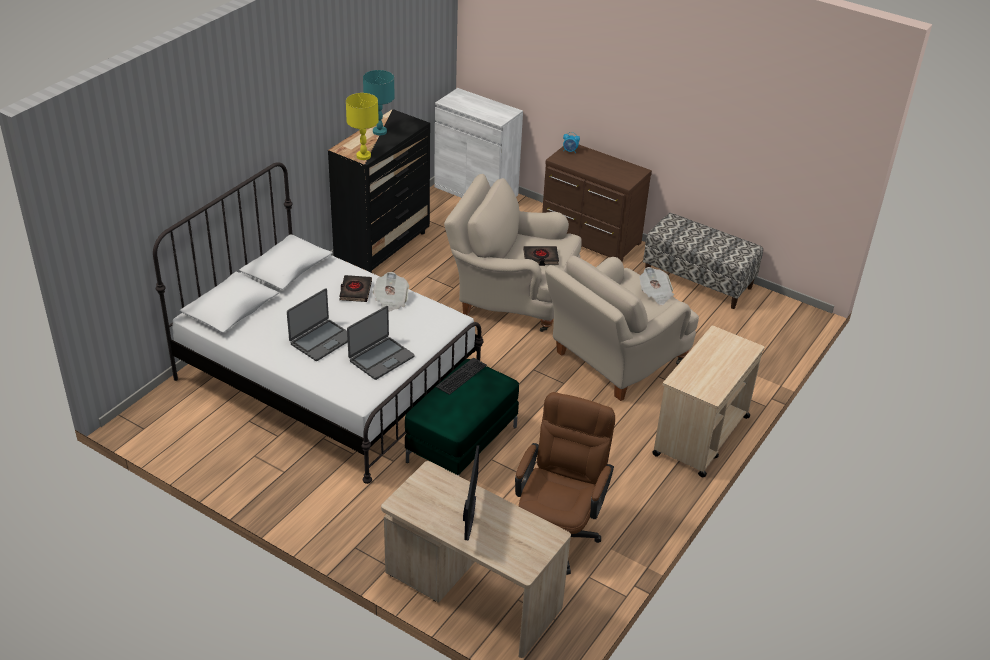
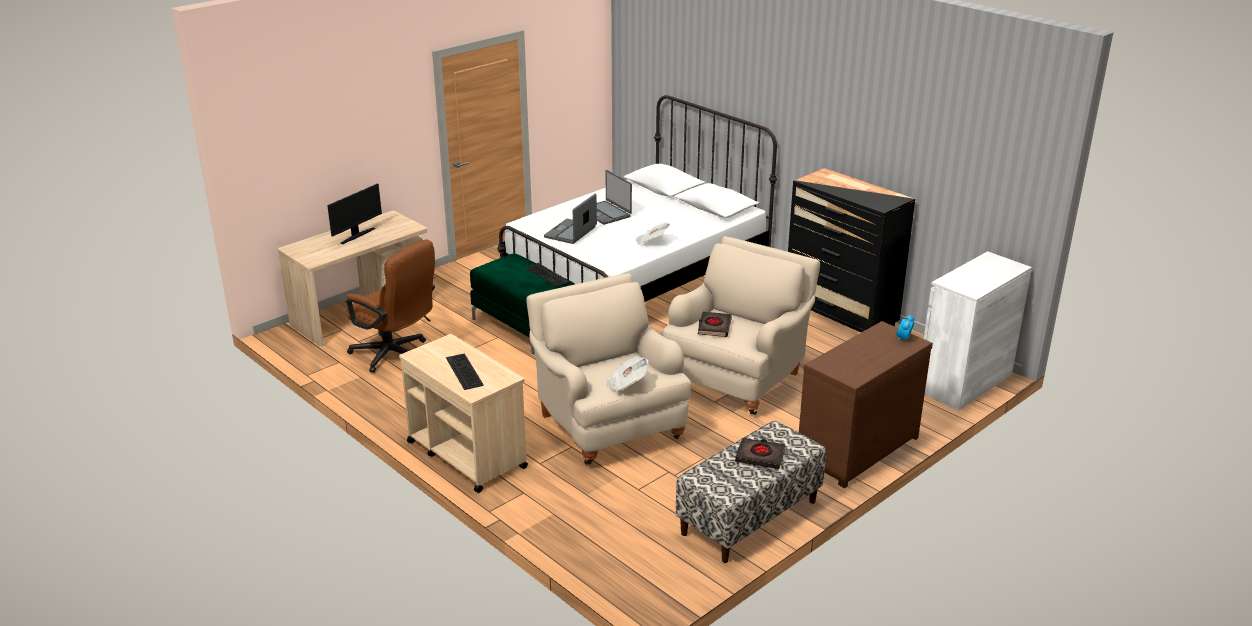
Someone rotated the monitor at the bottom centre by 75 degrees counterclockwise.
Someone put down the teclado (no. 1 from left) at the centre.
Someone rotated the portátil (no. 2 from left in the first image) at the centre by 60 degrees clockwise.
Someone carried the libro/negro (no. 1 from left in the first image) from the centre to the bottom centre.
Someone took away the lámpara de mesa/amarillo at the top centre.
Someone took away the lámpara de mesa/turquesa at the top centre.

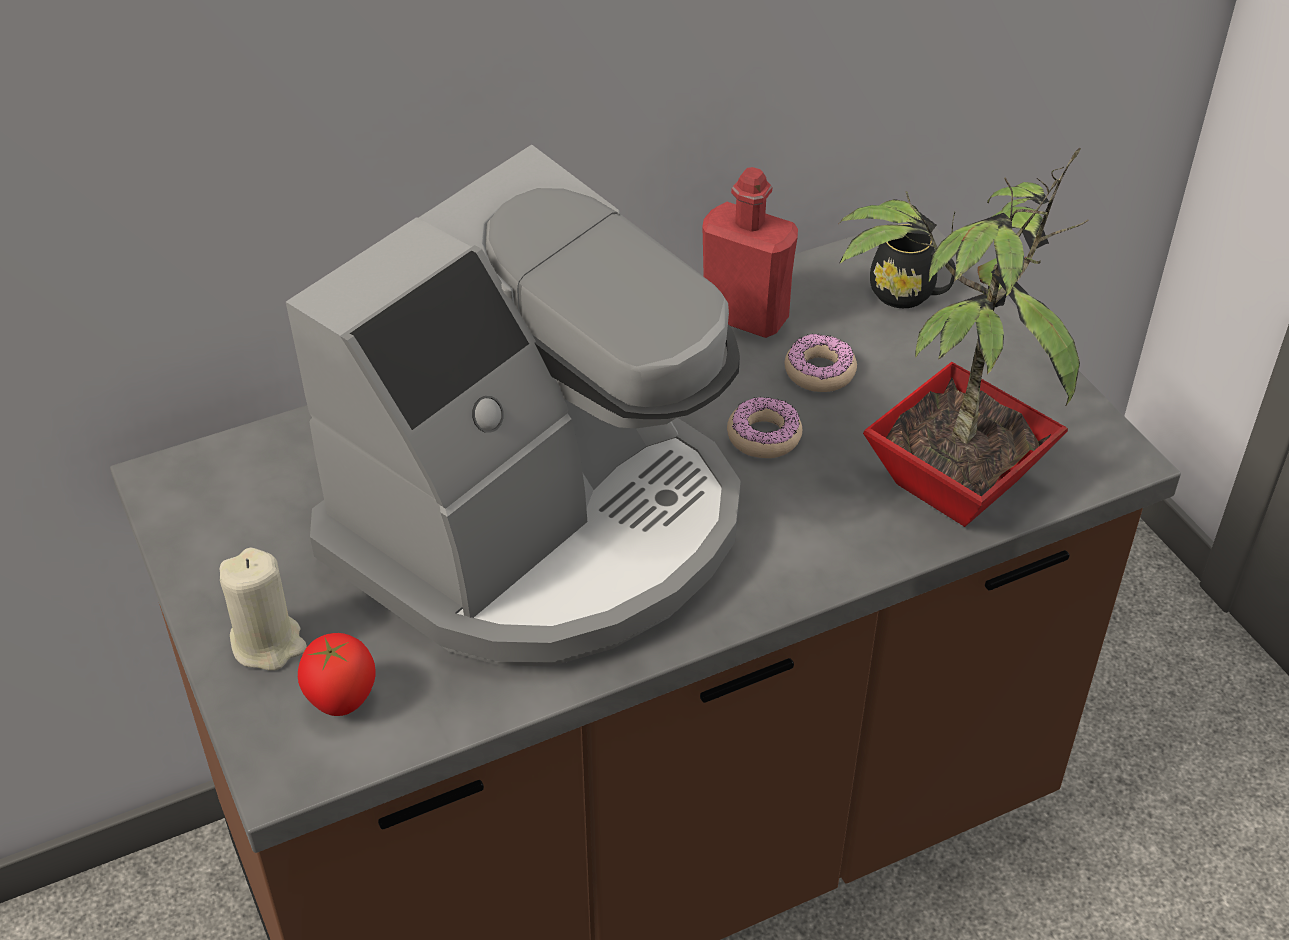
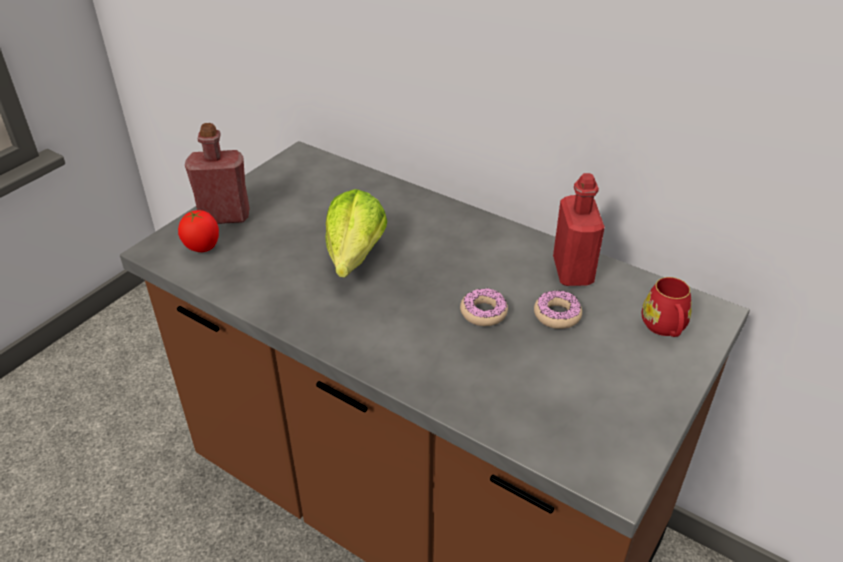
Someone swapped the vela/beis at the middle left for the botella/rojo (no. 1 from left) at the top left.
Someone swapped the cafetera at the centre for the lechuga at the centre.
Someone repainted the taza grande/negro at the top right, which became the taza grande/rojo at the middle right.
Someone took away the planta en maceta at the middle right.

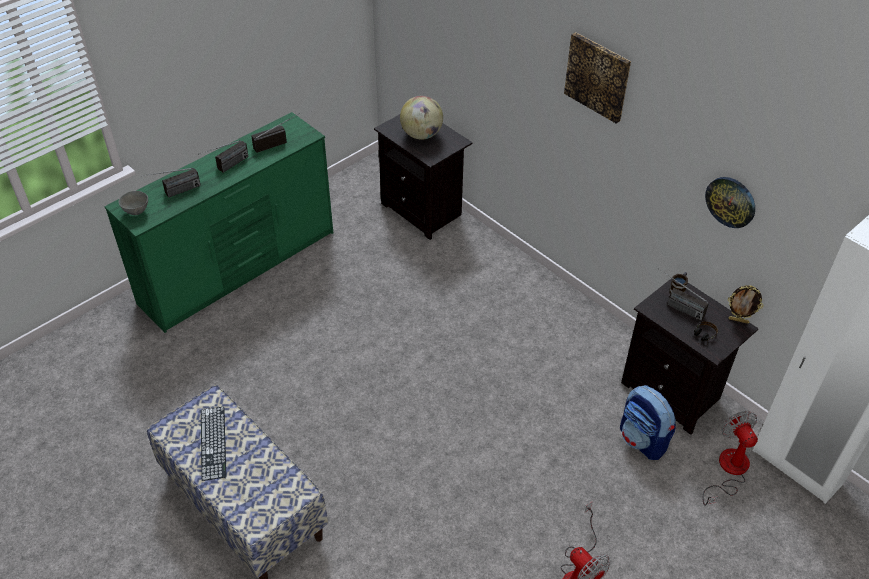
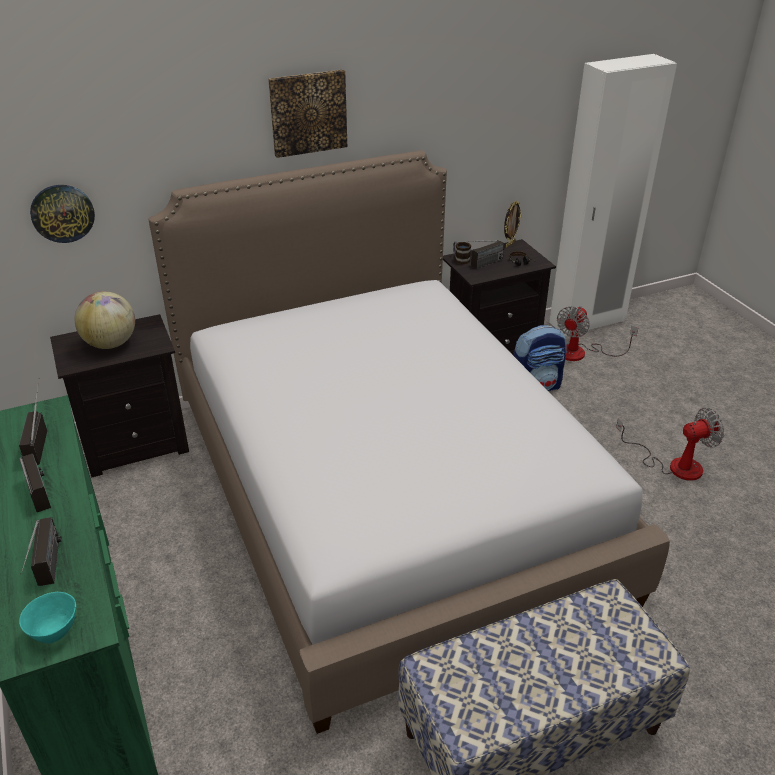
Someone repainted the cuenco/gris at the middle left, which became the cuenco/turquesa at the bottom left.
Someone carried the reloj de pared from the middle right to the top left.
Someone put down the cama at the centre.
Someone rotated the ventilador (no. 2 from left in the first image) at the bottom right by 60 degrees counterclockwise.
Someone took away the teclado at the bottom left.

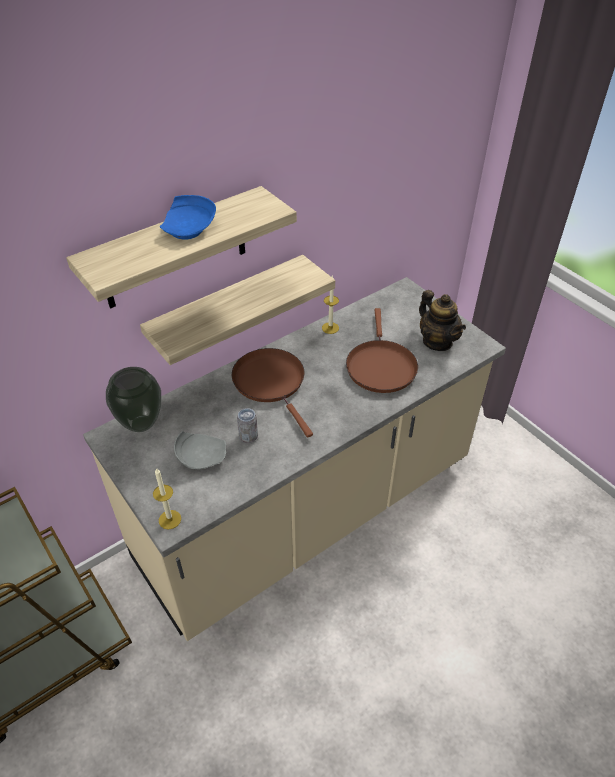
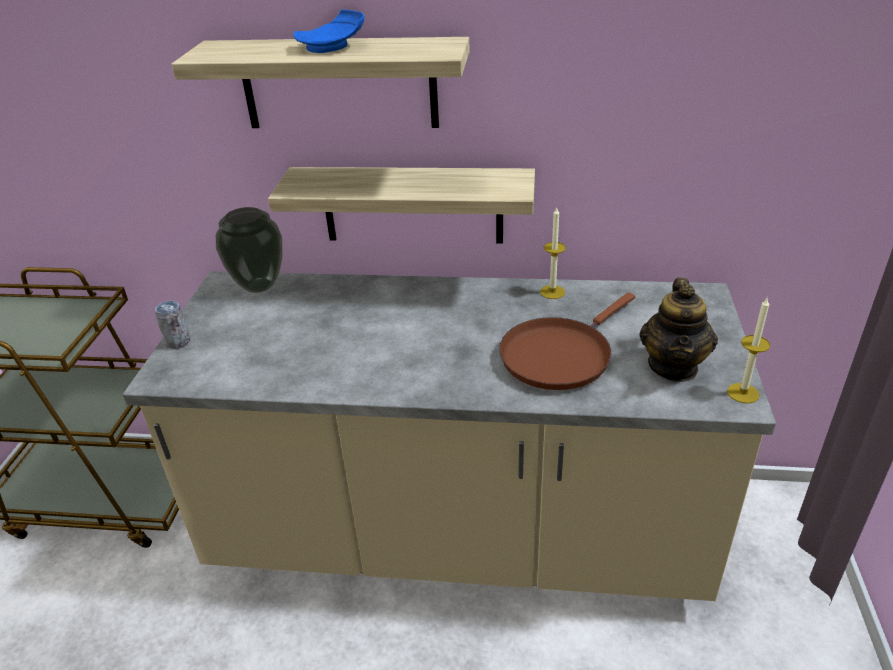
Someone carried the lata from the centre to the middle left.
Someone carried the vela (no. 1 from left in the first image) from the middle left to the middle right.
Someone took away the plato/gris at the middle left.
Someone took away the sartén/marrón (no. 1 from left) at the centre.

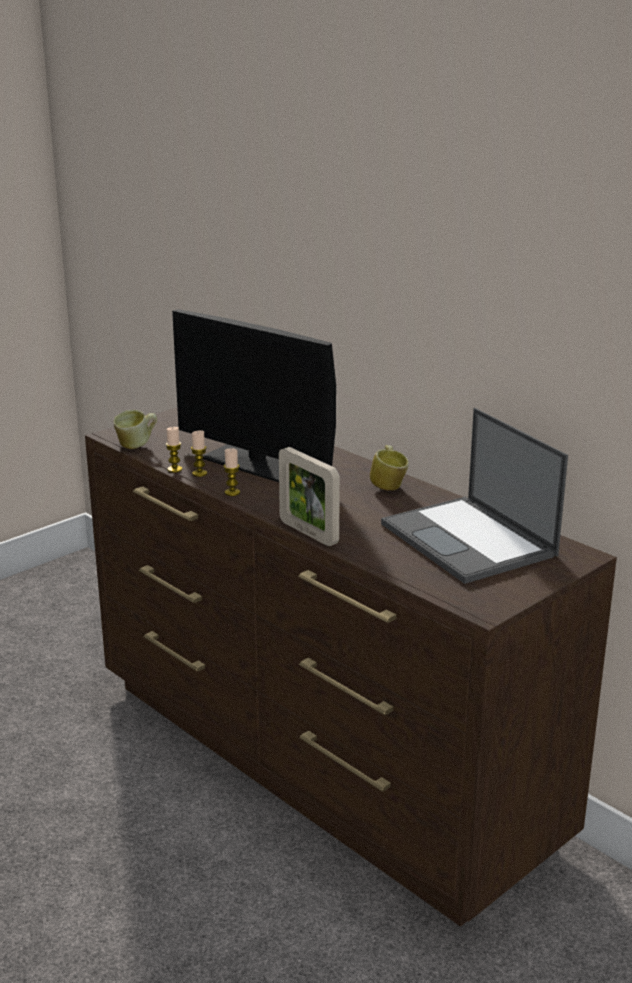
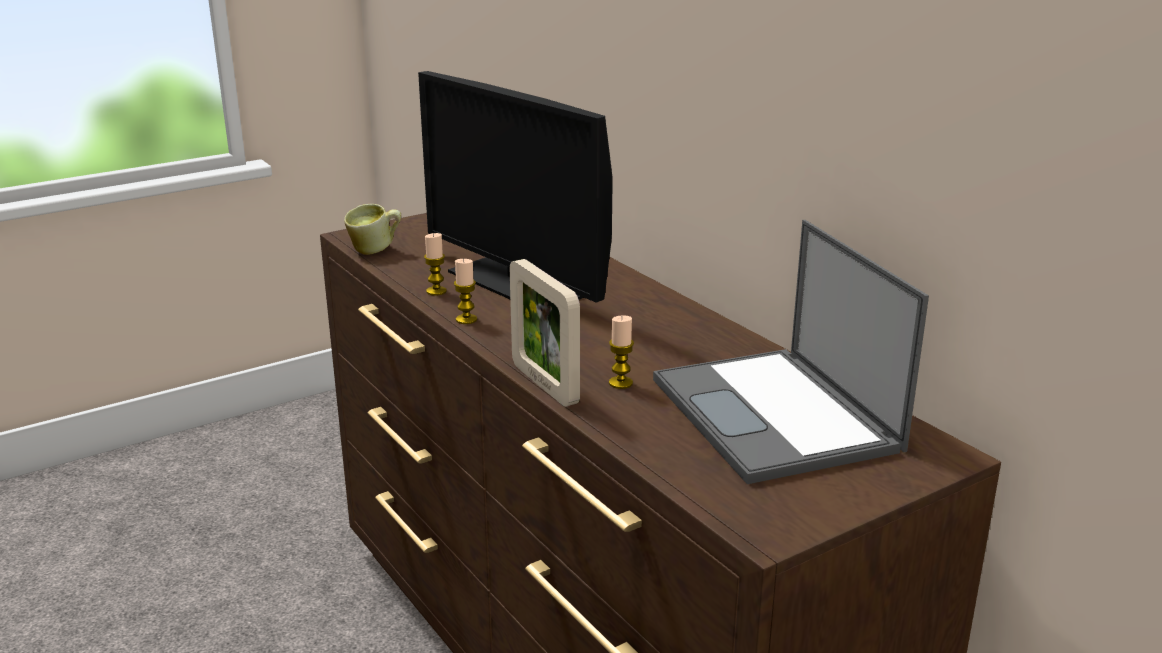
Someone carried the vela (no. 1 from left in the first image) from the middle left to the centre.
Someone took away the taza grande (no. 2 from left) at the centre.

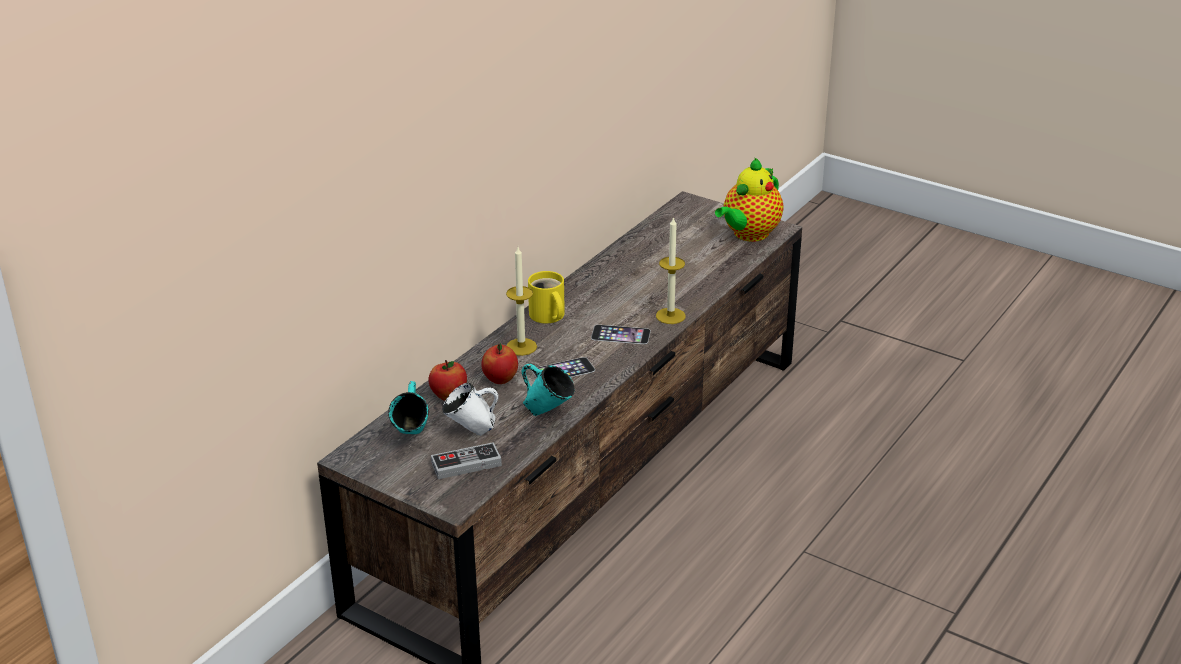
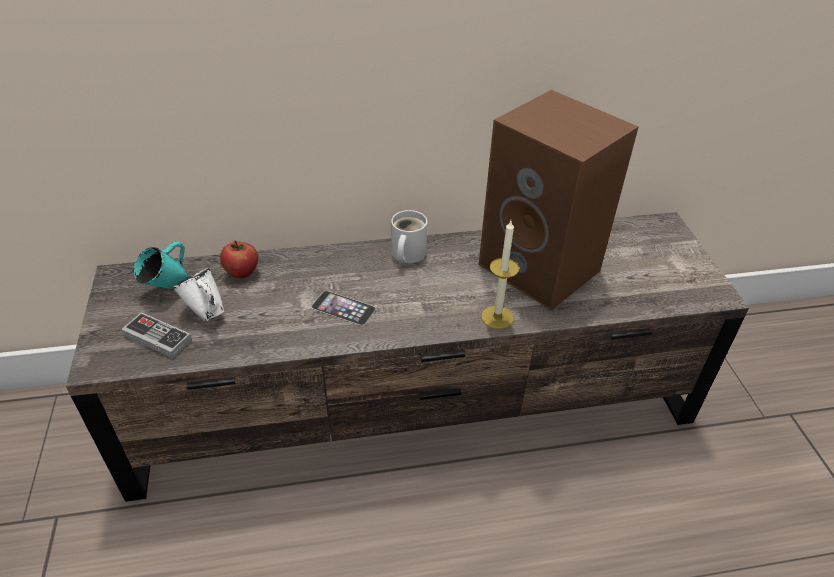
Someone repainted the taza grande/amarillo at the centre, which became the taza grande/blanco (no. 2 from left) at the centre.
Someone put down the altavoz/marrón at the middle right.
Someone took away the manzana (no. 2 from left) at the centre.
Someone took away the vela (no. 1 from left) at the centre.
Someone took away the taza grande/turquesa (no. 2 from left) at the centre.
Someone took away the móvil (no. 2 from left) at the centre.
Someone took away the tetera at the top centre.

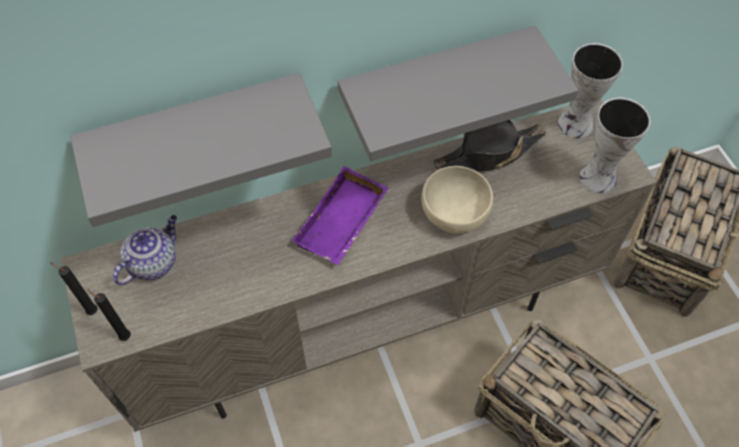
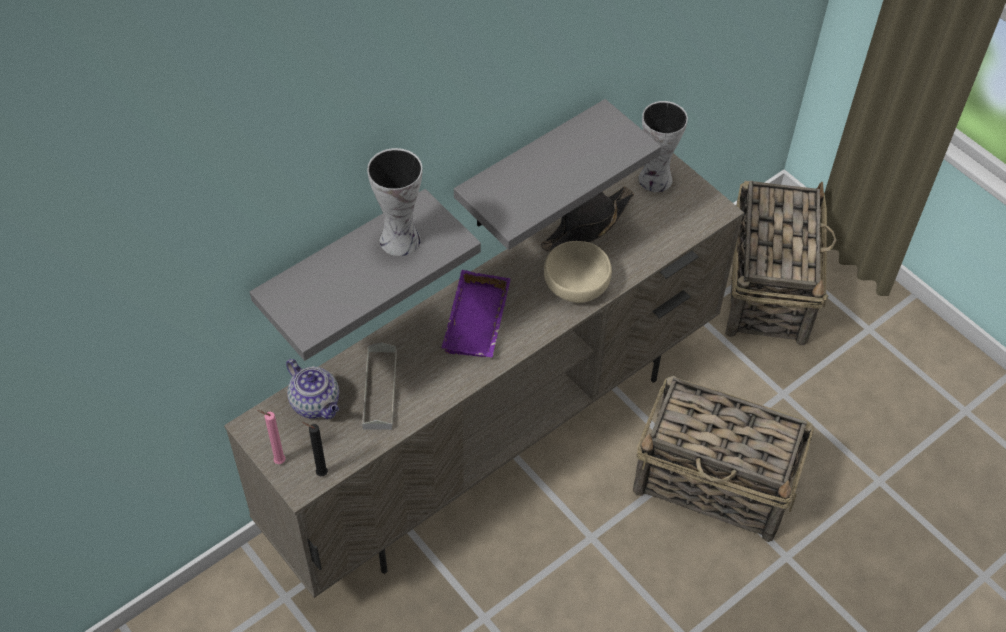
Someone repainted the vela/negro (no. 1 from left) at the middle left, which became the vela/rosa at the bottom left.
Someone rotated the tetera at the middle left by 120 degrees clockwise.
Someone put down the bandeja/gris at the centre.
Someone carried the florero (no. 2 from left in the first image) from the top right to the top centre.

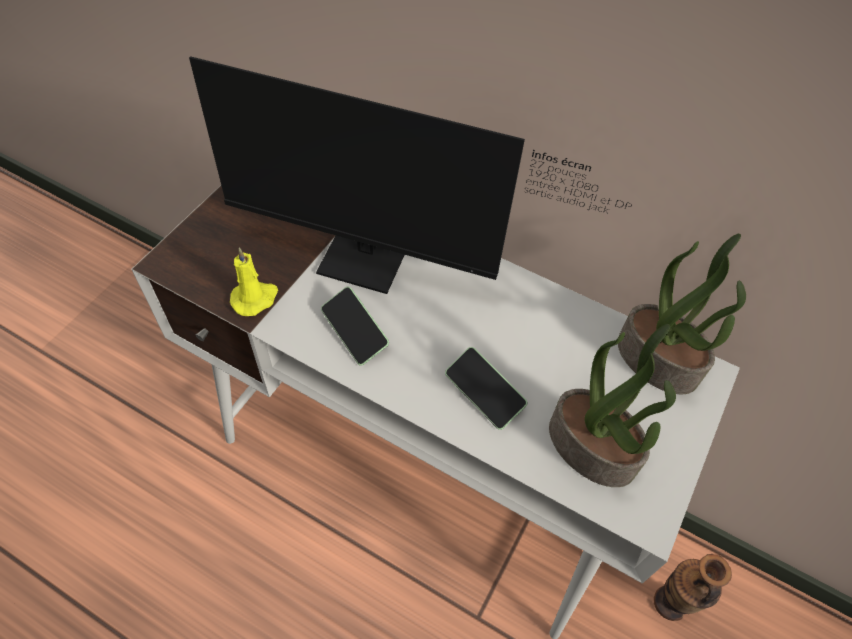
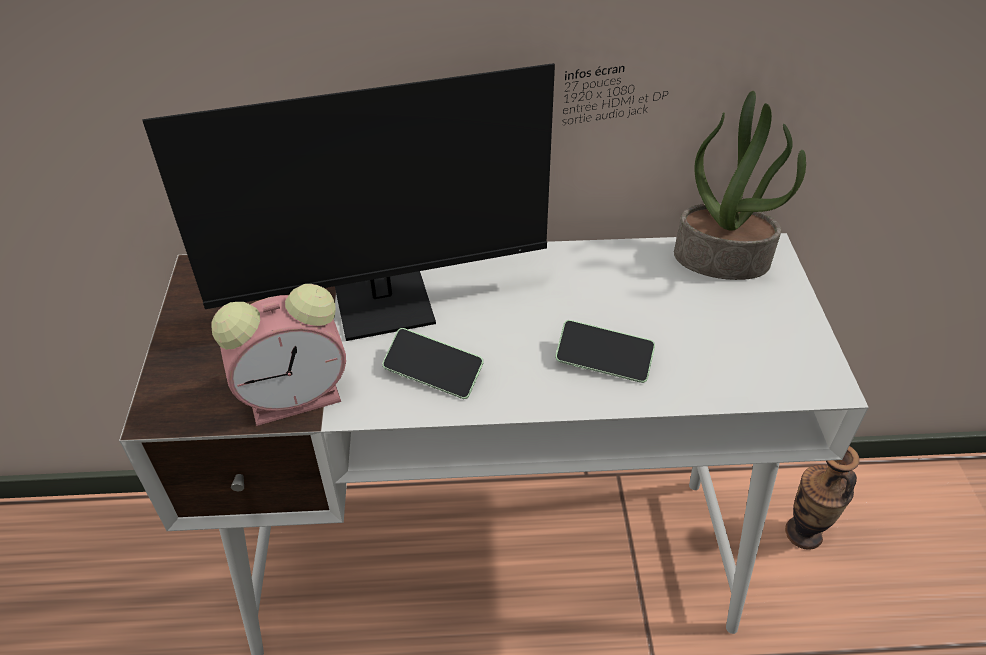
Someone swapped the vela/amarillo at the middle left for the despertador at the middle left.
Someone took away the planta en maceta (no. 1 from left) at the middle right.

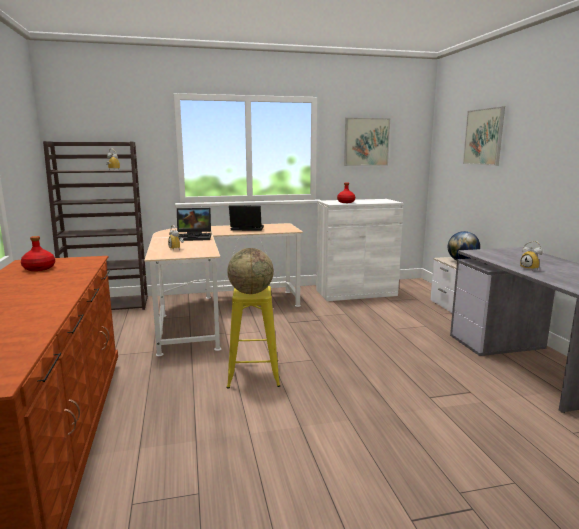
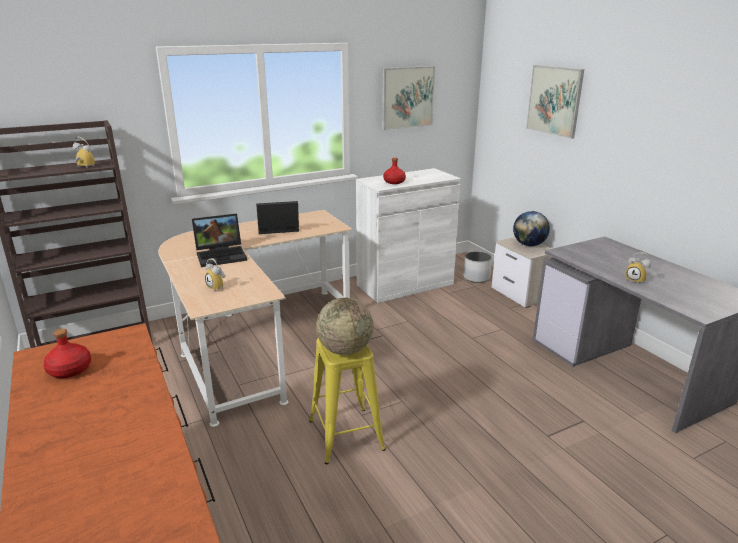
Someone put down the maceta/blanco at the centre.

